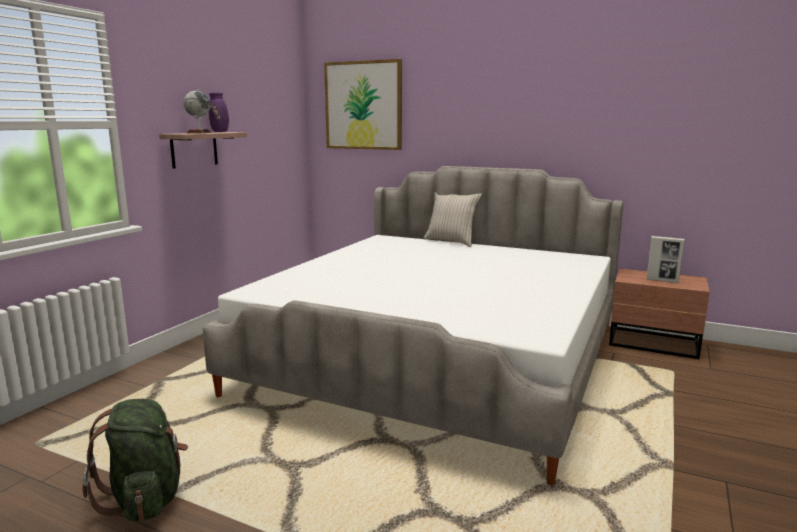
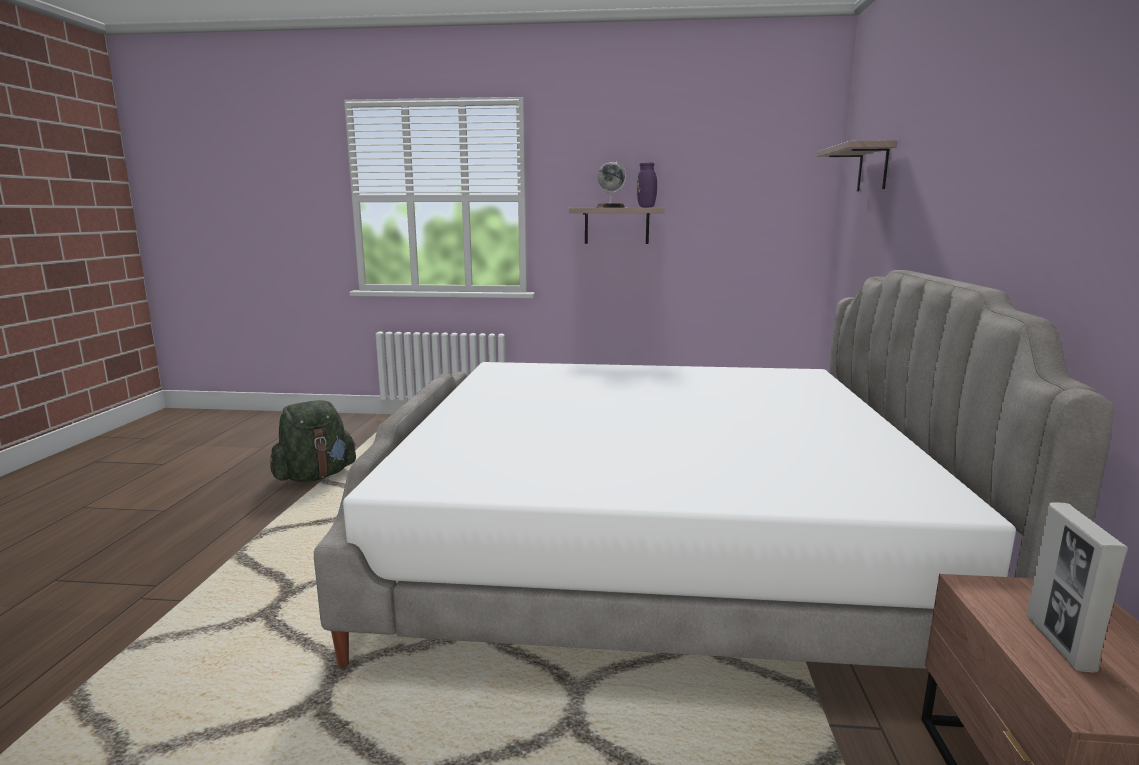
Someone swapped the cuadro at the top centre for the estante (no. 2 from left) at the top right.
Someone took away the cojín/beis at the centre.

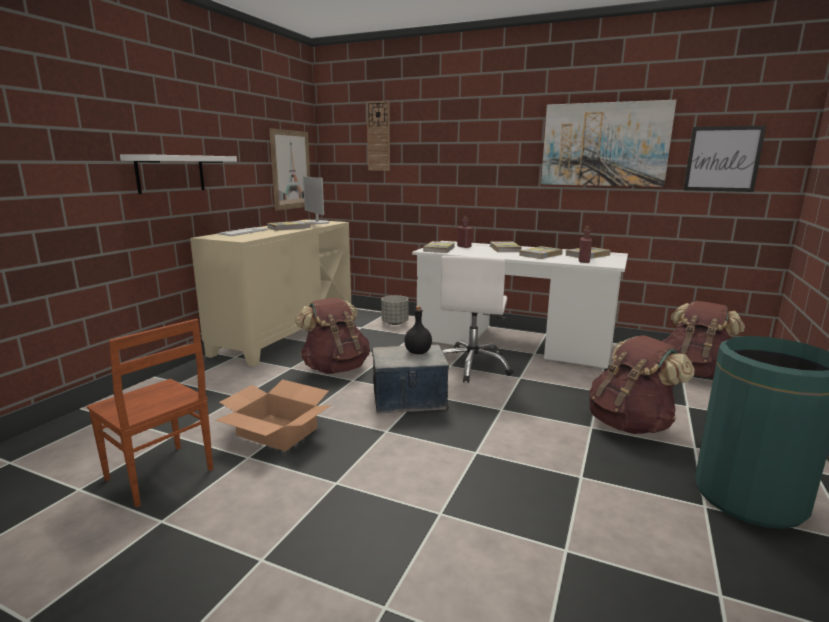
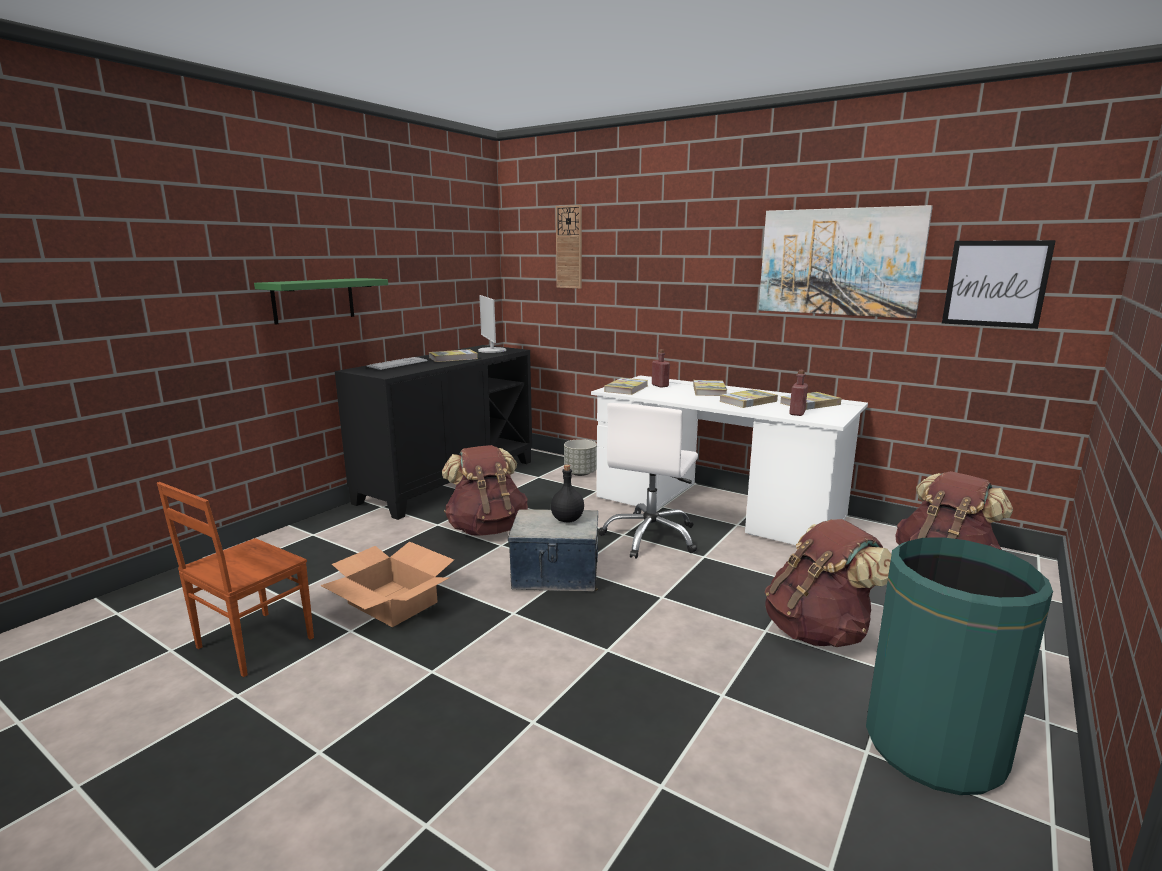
Someone rotated the silla/marrón at the middle left by 75 degrees clockwise.
Someone repainted the estante/blanco at the top left, which became the estante/verde at the middle left.
Someone repainted the armario/beis at the middle left, which became the armario/negro at the centre.
Someone took away the cuadro (no. 1 from left) at the top centre.

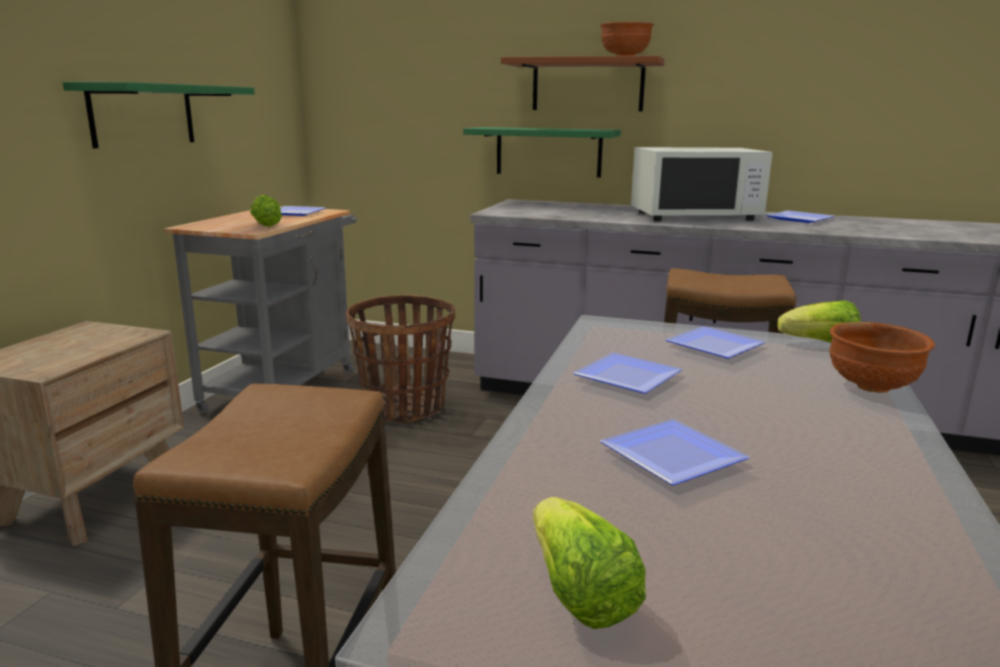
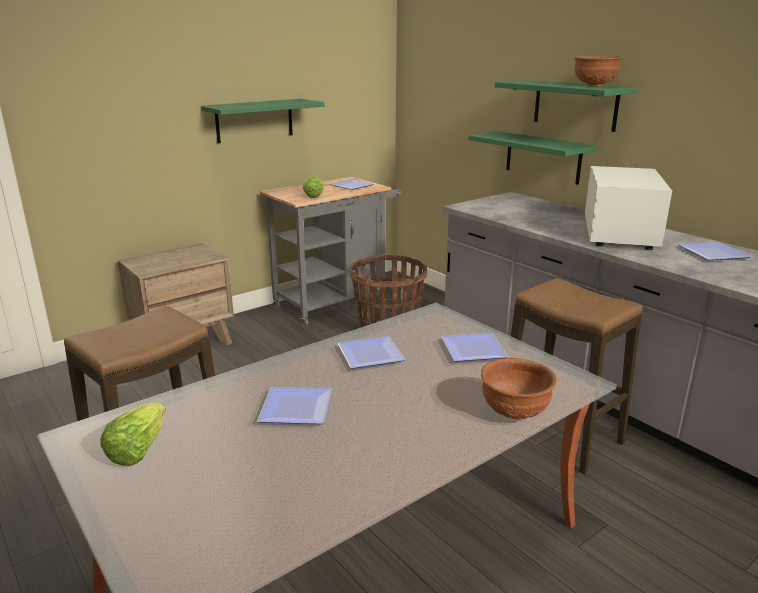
Someone repainted the estante/marrón at the top centre, which became the estante/verde (no. 3 from left) at the top right.
Someone rotated the microondas/blanco at the top right by 105 degrees counterclockwise.
Someone took away the lechuga (no. 3 from left) at the middle right.

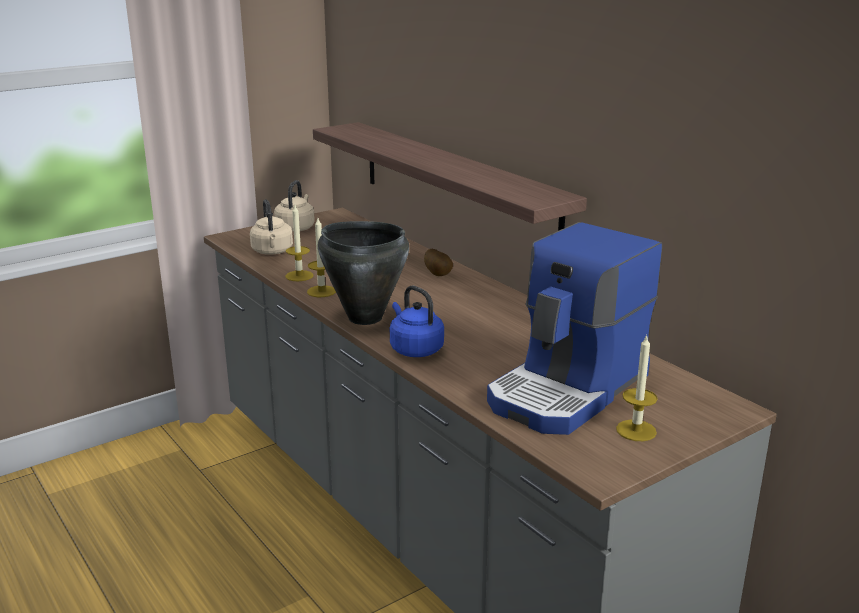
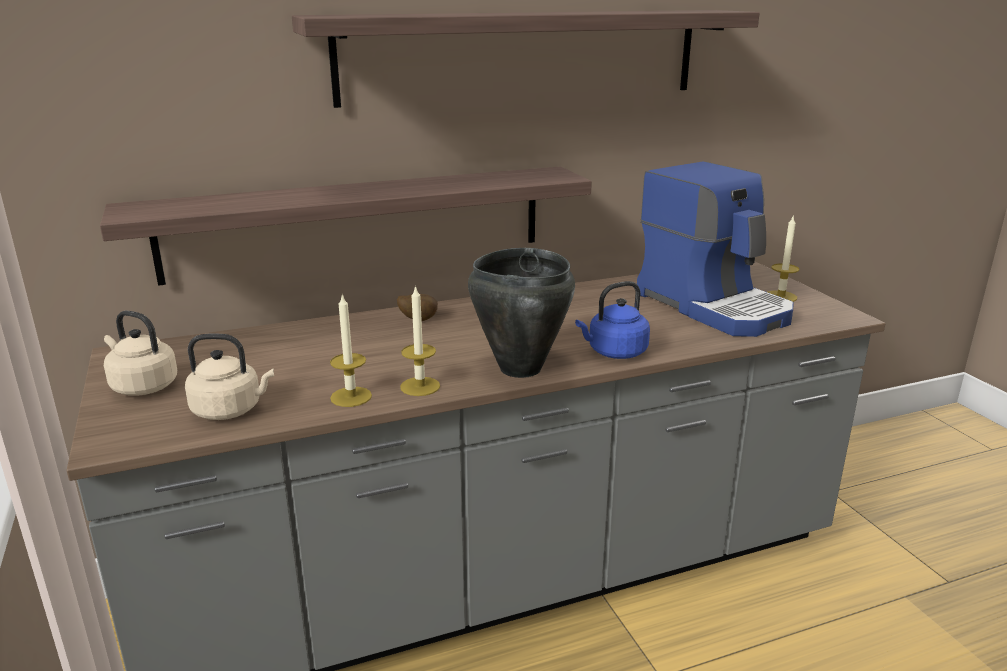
Someone put up the estante (no. 2 from left) at the top centre.

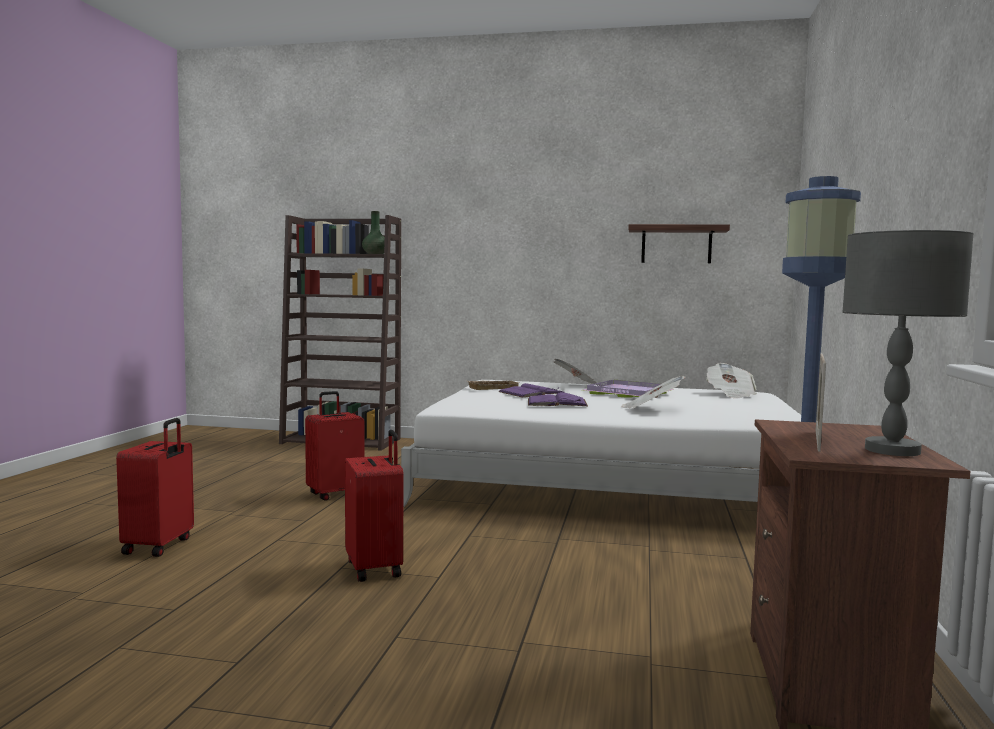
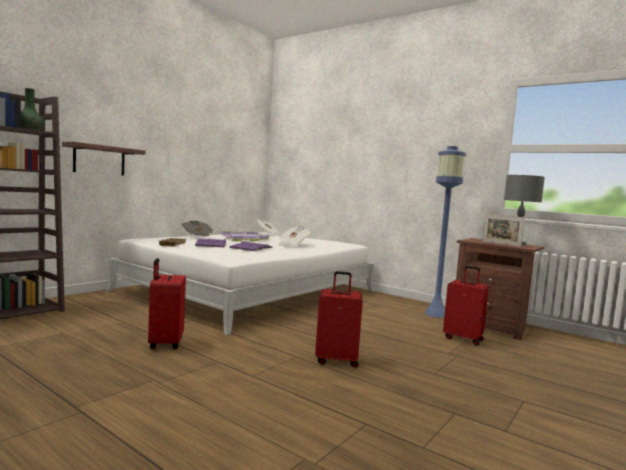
Someone carried the estante from the middle right to the middle left.
Someone carried the maleta/rojo (no. 1 from left in the first image) from the bottom left to the middle right.

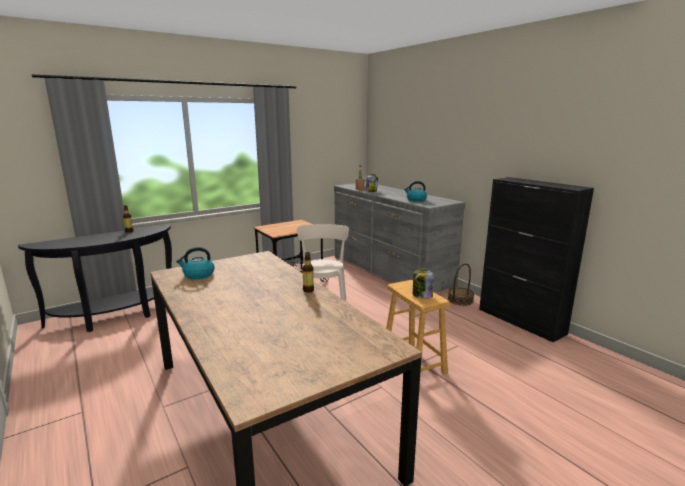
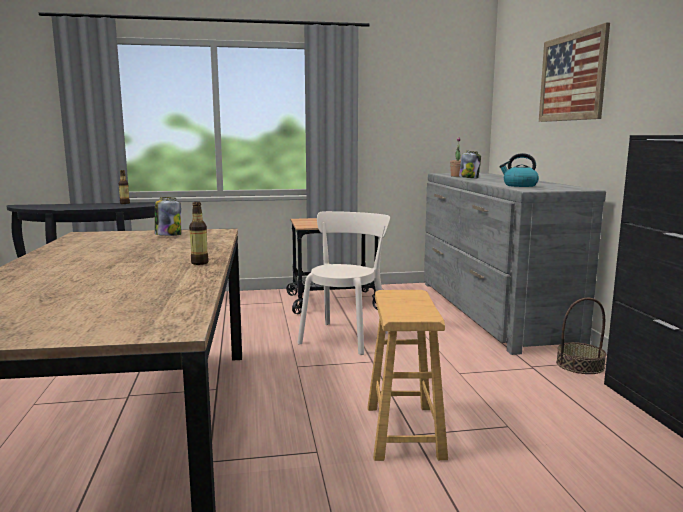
Someone carried the tarro (no. 2 from left in the first image) from the centre to the middle left.
Someone put up the cuadro at the top right.
Someone took away the hervidor (no. 1 from left) at the middle left.

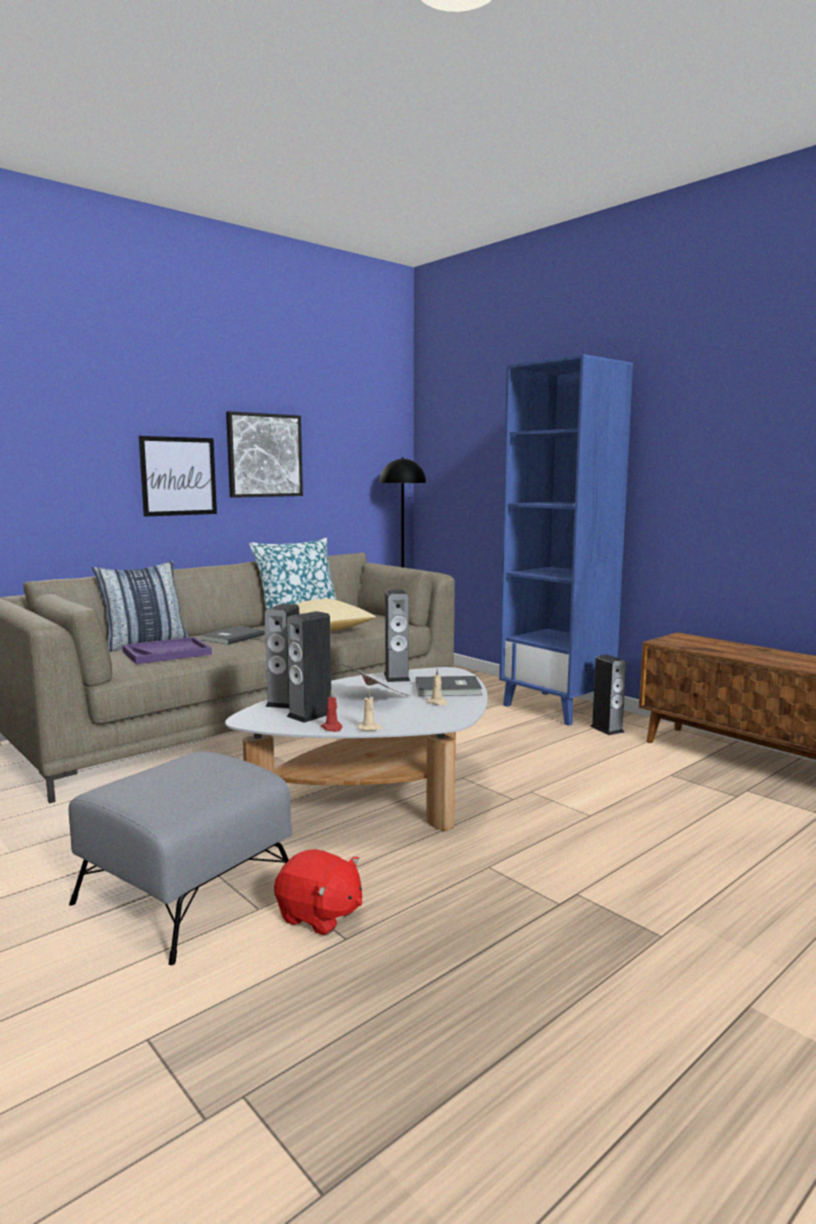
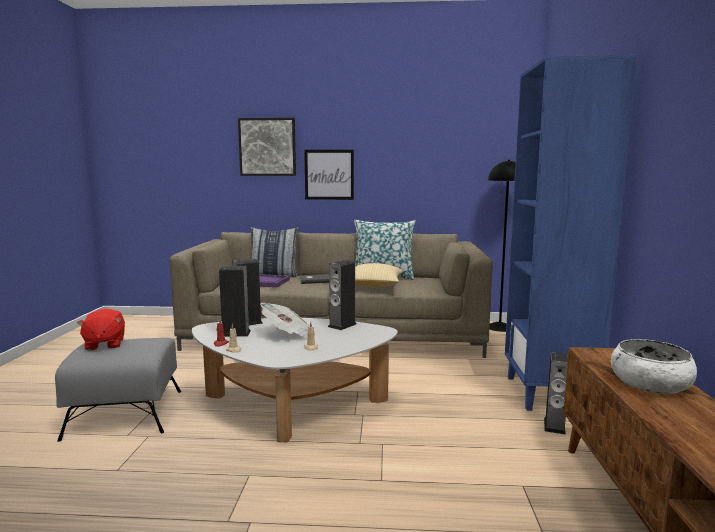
Someone carried the peluche/rojo from the bottom centre to the middle left.
Someone carried the cuadro (no. 2 from left in the first image) from the middle left to the top centre.
Someone put down the cuenco/blanco at the bottom right.
Someone took away the libro/gris (no. 2 from left) at the centre.

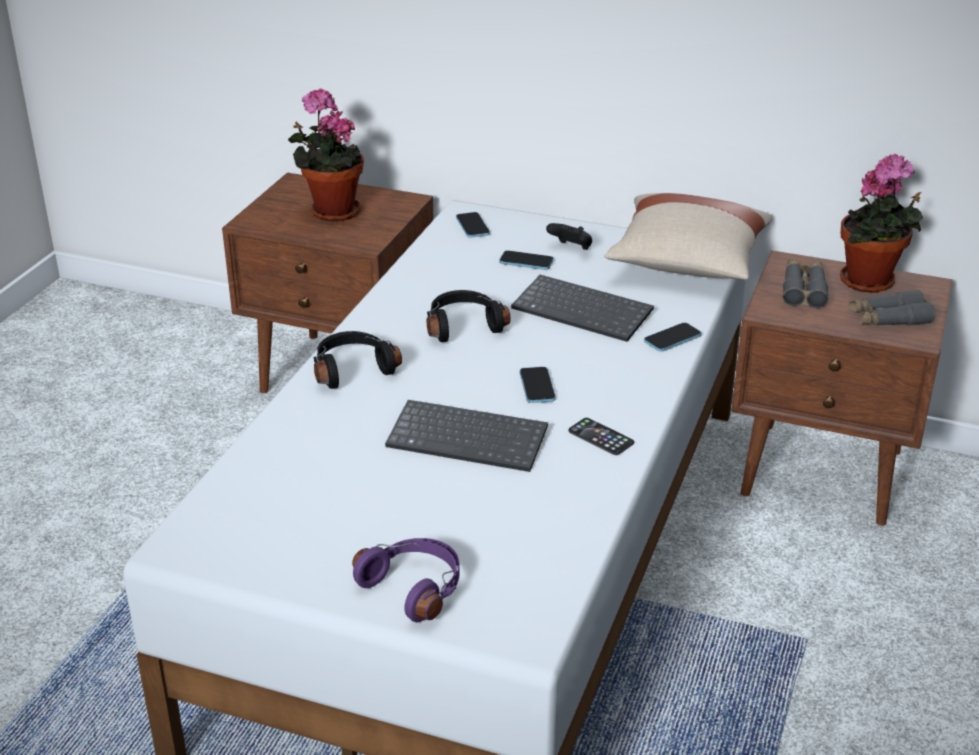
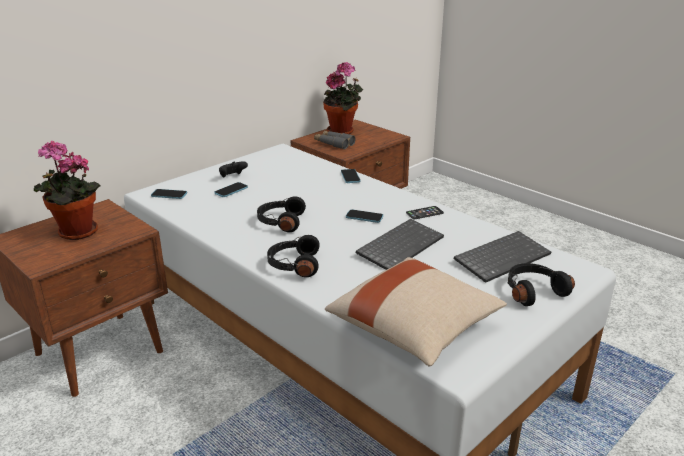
Someone carried the cojín/beis from the top right to the bottom centre.
Someone carried the teclado (no. 2 from left) from the centre to the middle right.
Someone repainted the auriculares/morado at the bottom centre, which became the auriculares/negro (no. 3 from left) at the middle right.
Someone took away the prismáticos/gris (no. 2 from left) at the middle right.

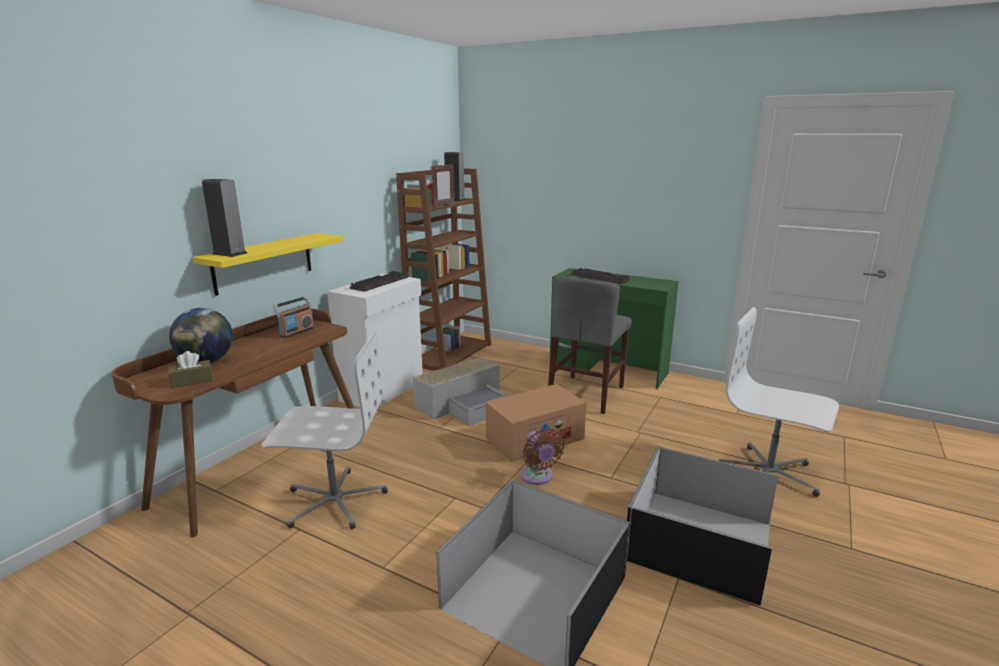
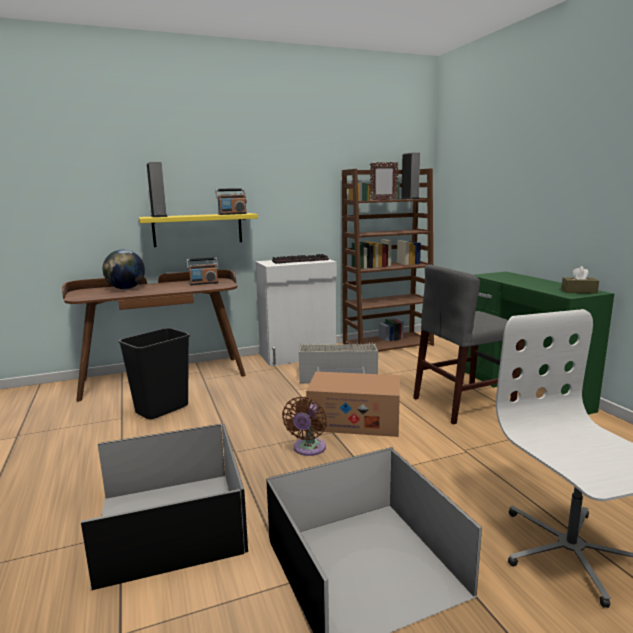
Someone swapped the silla de oficina/blanco (no. 1 from left) at the middle left for the papelera/negro at the middle left.
Someone put down the radio (no. 2 from left) at the top centre.
Someone carried the caja de pañuelos/marrón from the middle left to the middle right.
Someone took away the teclado (no. 2 from left) at the centre.

